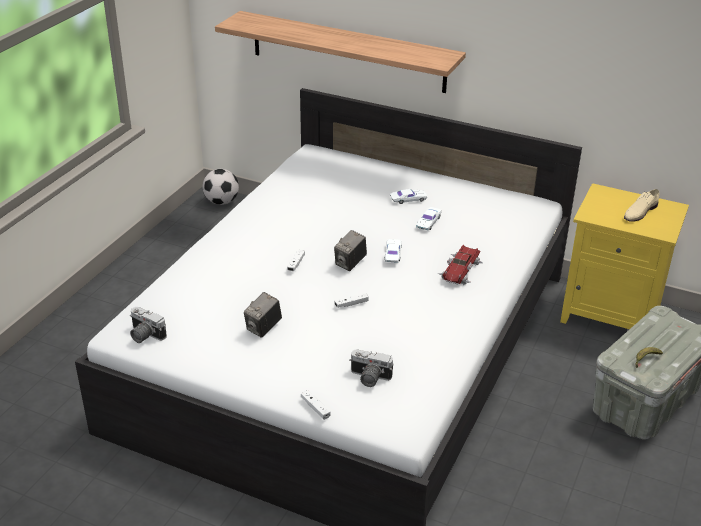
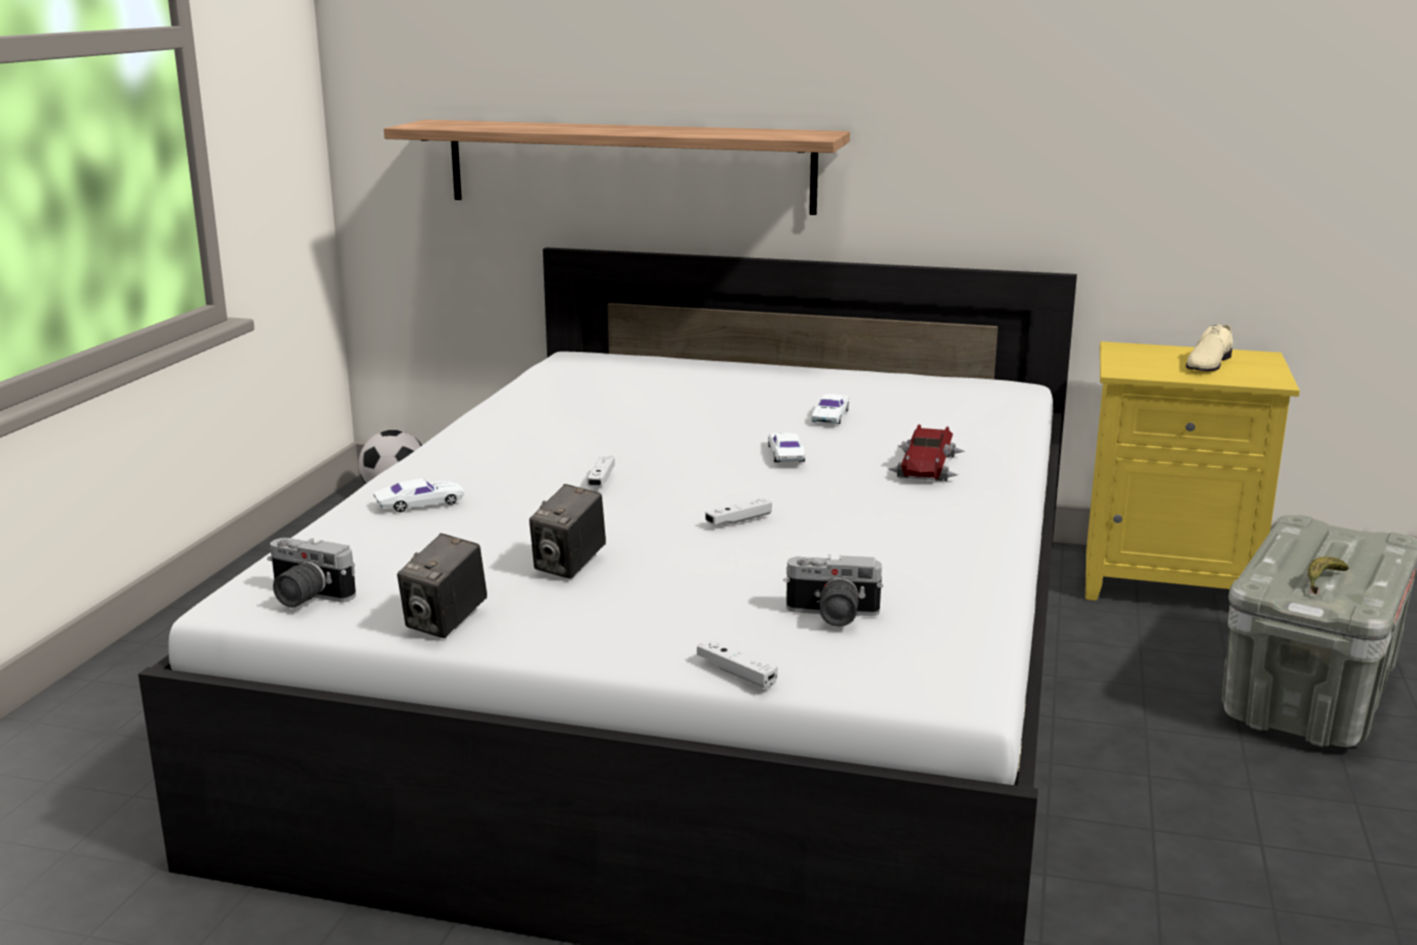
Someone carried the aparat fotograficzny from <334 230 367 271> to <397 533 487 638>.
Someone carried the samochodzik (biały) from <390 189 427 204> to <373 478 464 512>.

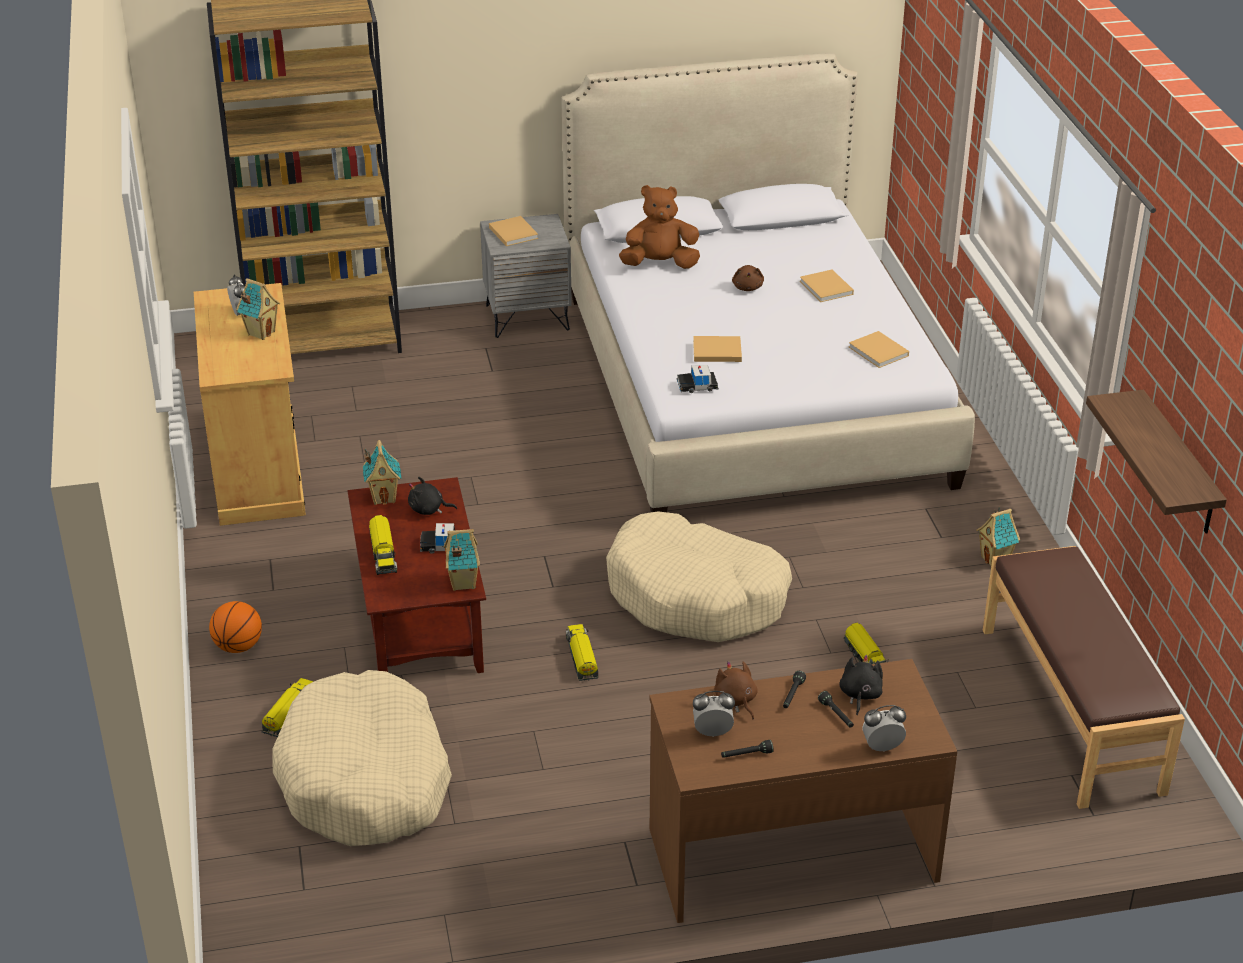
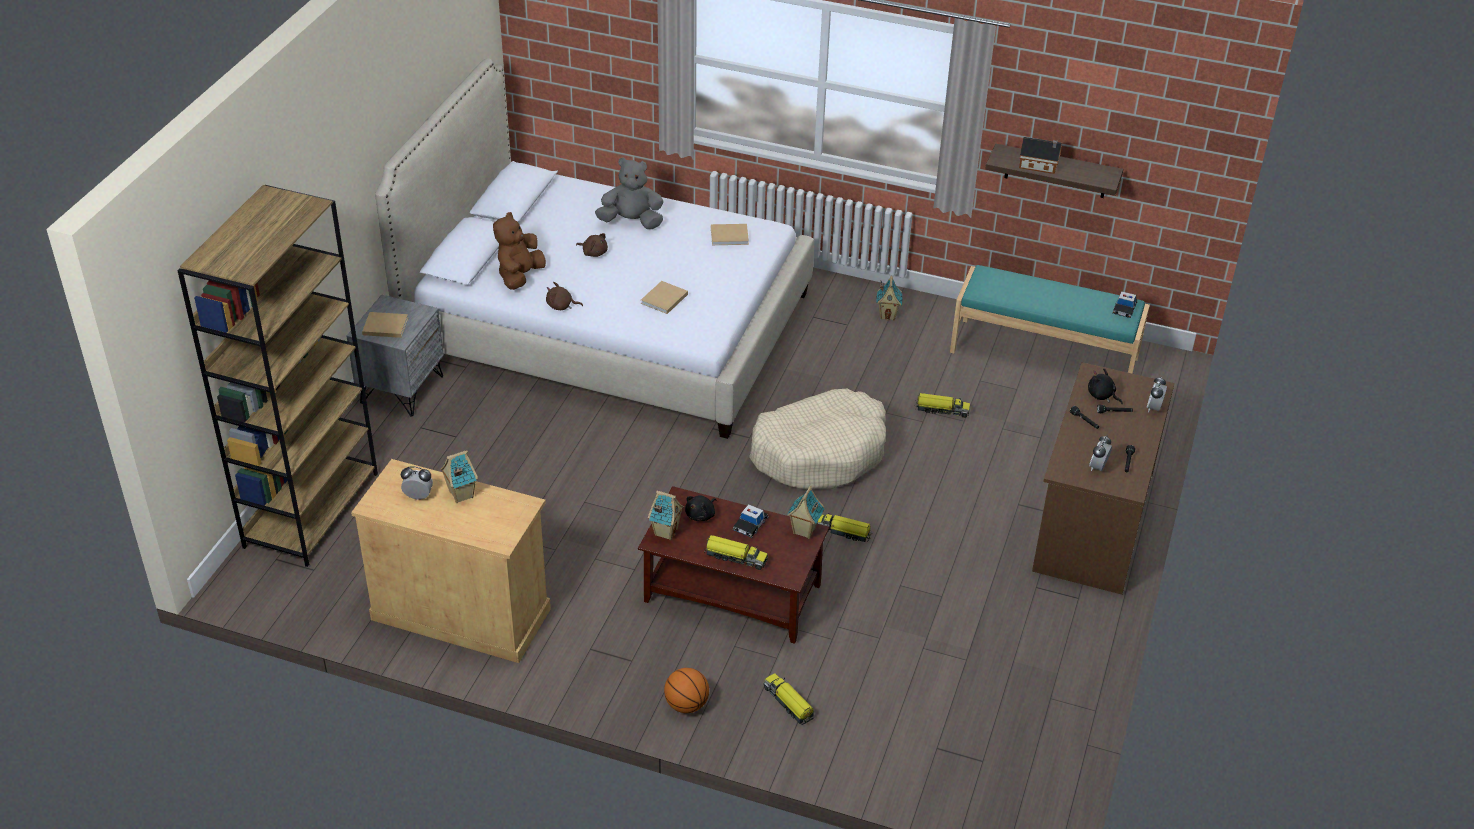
Someone took away the legowisko (beżowy) at <272 670 452 846>.
Someone carried the samochodzik from <677 365 719 393> to <1112 291 1138 318>.
Someone carried the pluszak (brązowy) from <714 661 758 719> to <546 282 583 310>.
Someone swapped the książka (beżowy) at <800 269 854 302> for the pluszak (szary) at <595 157 664 229>.
Someone repainted the ławka (brązowy) at <983 546 1185 809>, which became the ławka (turkusowy) at <950 265 1150 374>.
Someone put down the domek at <1019 137 1062 174>.

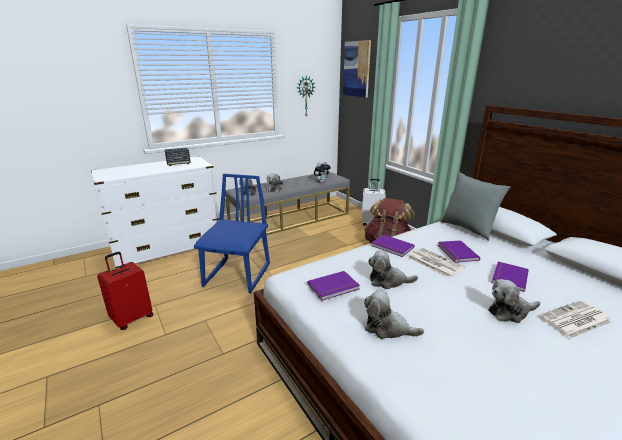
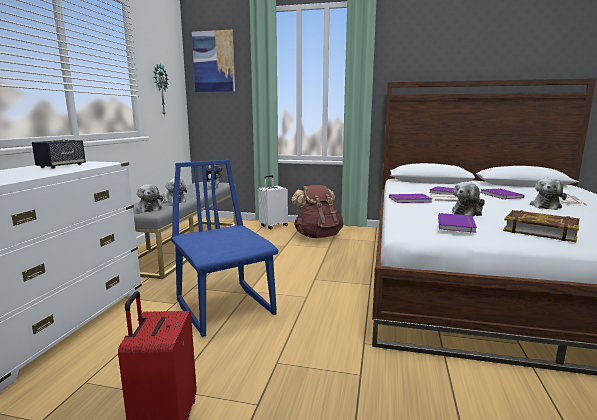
Someone swapped the pluszak at <364 290 424 339> for the książka at <503 210 580 242>.
Someone took away the poduszka (szary) at <441 172 510 241>.

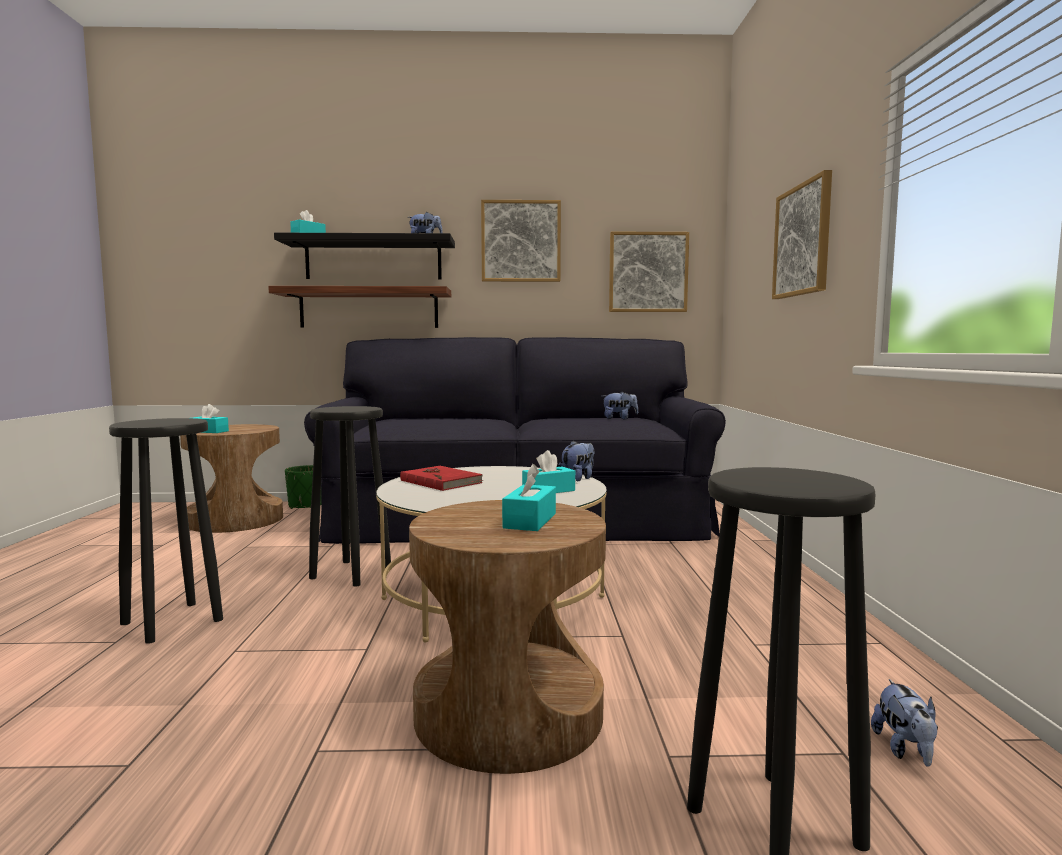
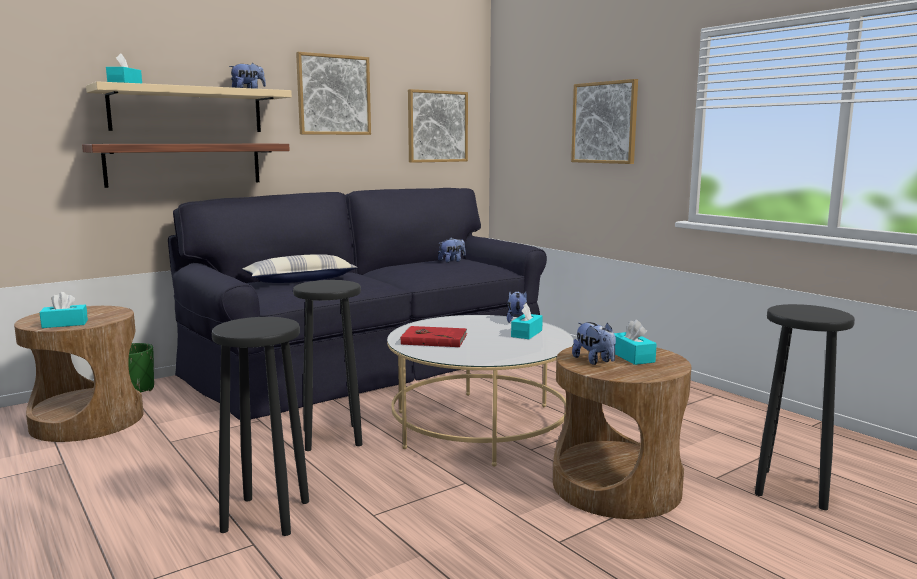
Someone repainted the półka (czarny) at <274 233 455 279>, which became the półka (beżowy) at <86 81 292 132>.
Someone carried the pluszak from <871 679 938 767> to <572 322 616 365>.
Someone put down the poduszka at <243 254 358 283>.

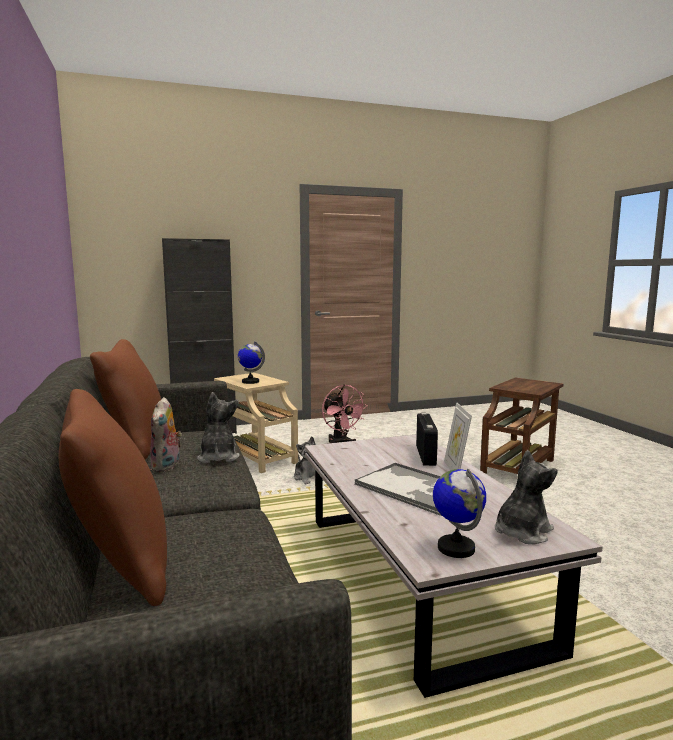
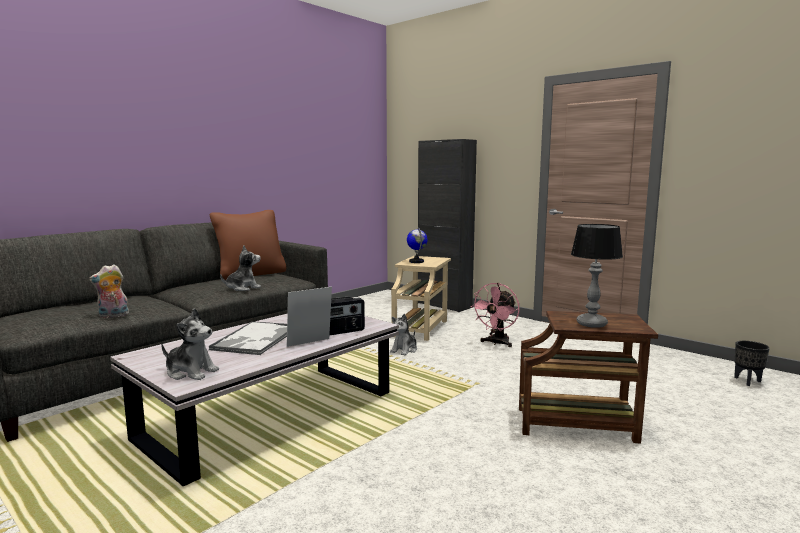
Someone took away the poduszka (brązowy) at <59 389 167 606>.
Someone carried the pluszak from <150 397 182 472> to <89 265 129 318>.
Someone took away the globus at <433 469 486 558>.
Someone put down the lampa stołowa at <571 224 623 328>.
Someone put down the donica (czarny) at <734 341 770 386>.

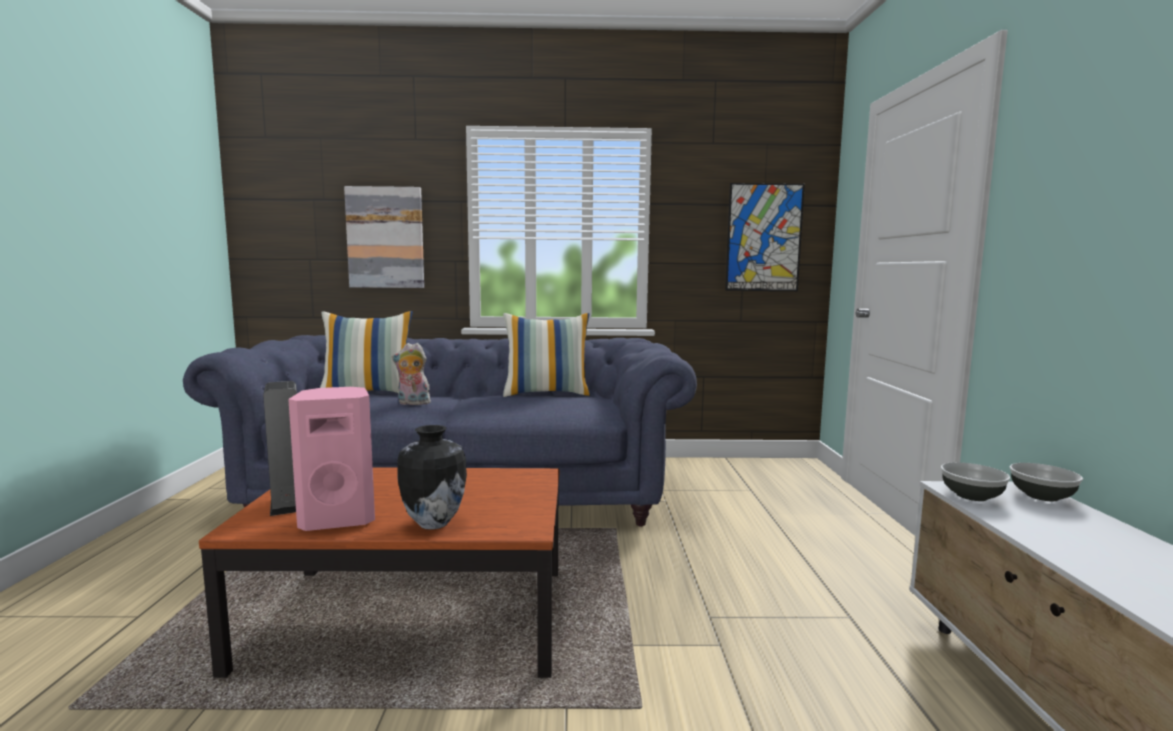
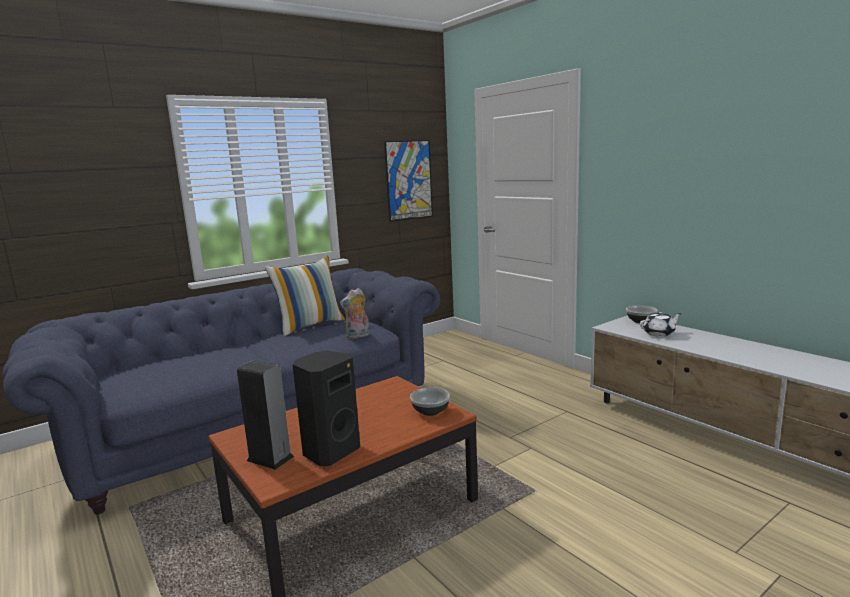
Someone repainted the głośnik (różowy) at <288 387 375 531>, which became the głośnik (czarny) at <292 351 360 466>.
Someone took away the poduszka at <320 311 413 393>.
Someone took away the obraz at <344 186 424 288>.
Someone carried the pluszak from <392 343 431 405> to <340 288 370 339>.
Someone took away the wazon at <397 425 467 530>.
Someone carried the miska from <941 462 1011 501> to <410 387 450 416>.
Someone put down the imbryk (biały) at <640 311 682 337>.

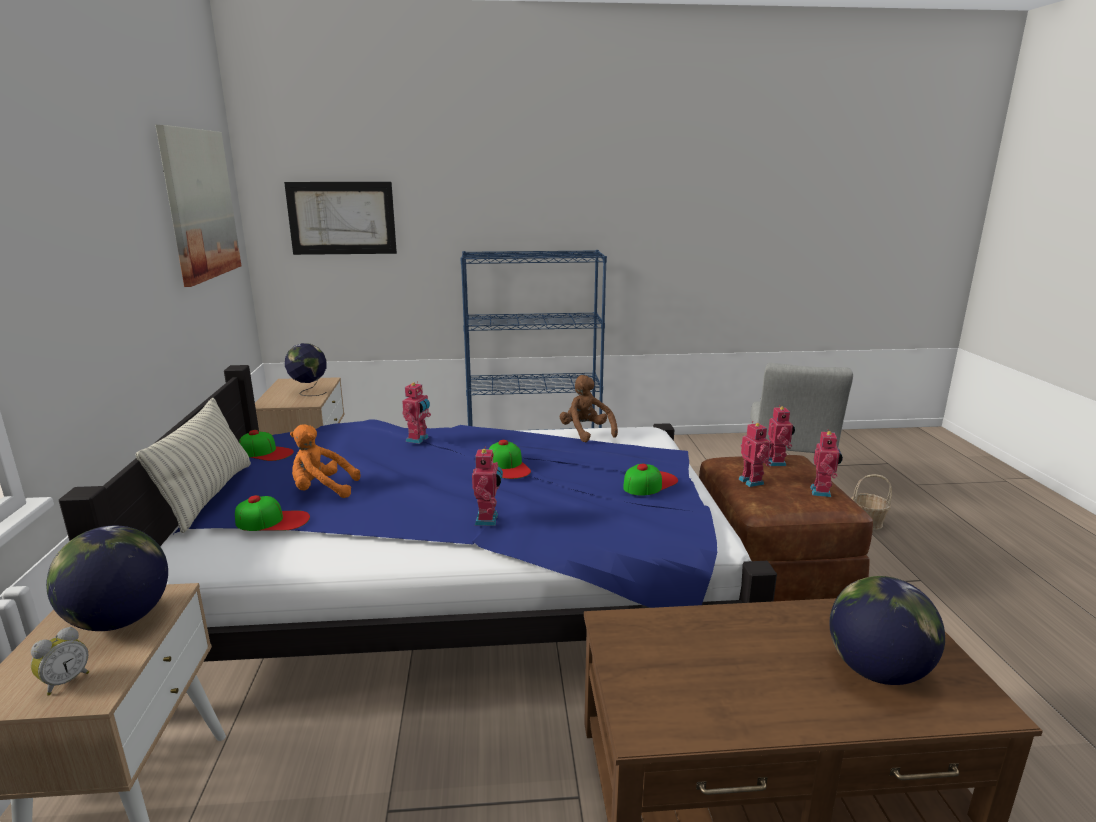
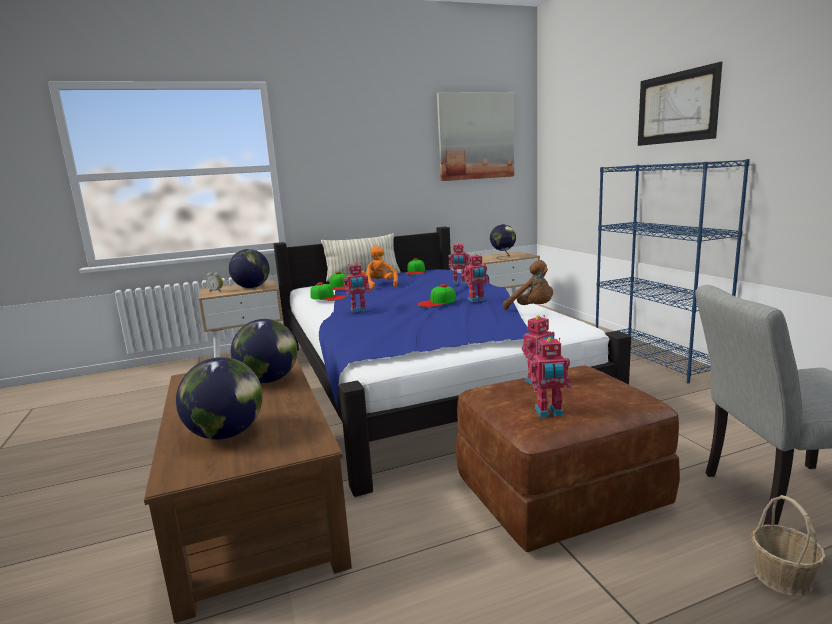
Someone carried the obraz from <284 182 397 255> to <638 62 722 146>.
Someone rotated the pluszak (brązowy) at <560 375 618 443> by 90 degrees clockwise.
Someone carried the czapka z daszkiem from <623 464 678 496> to <310 282 346 301>.
Someone carried the robot zabawkowy from <768 405 795 466> to <464 253 489 302>.
Someone put down the globus at <231 319 297 383>.

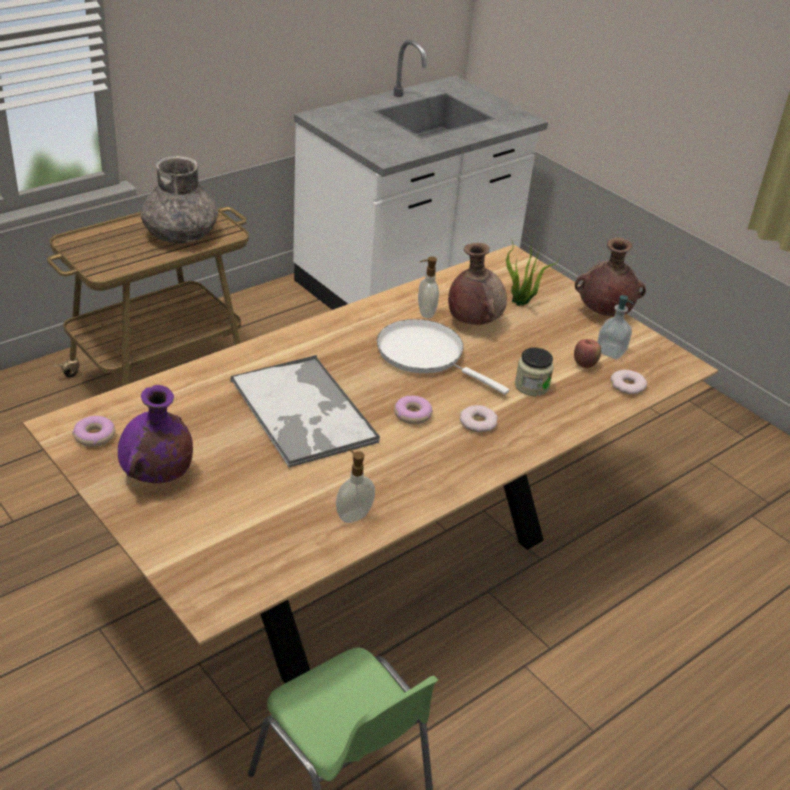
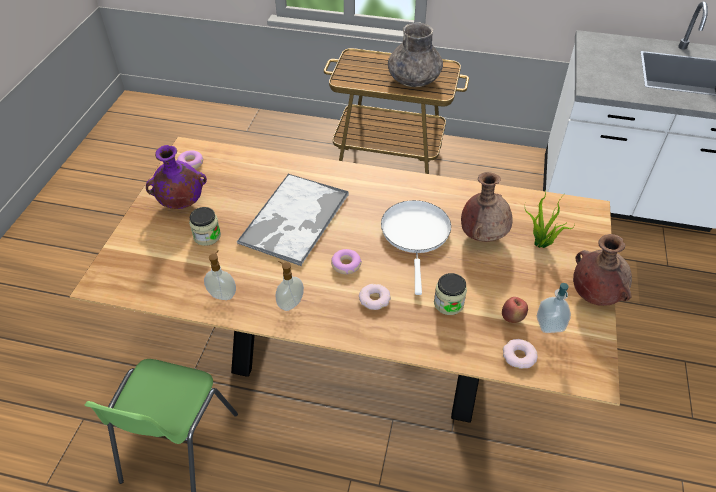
Someone carried the dozownik mydła from <418 257 439 318> to <276 261 304 311>.
Someone put down the słoik at <189 207 221 246>.

